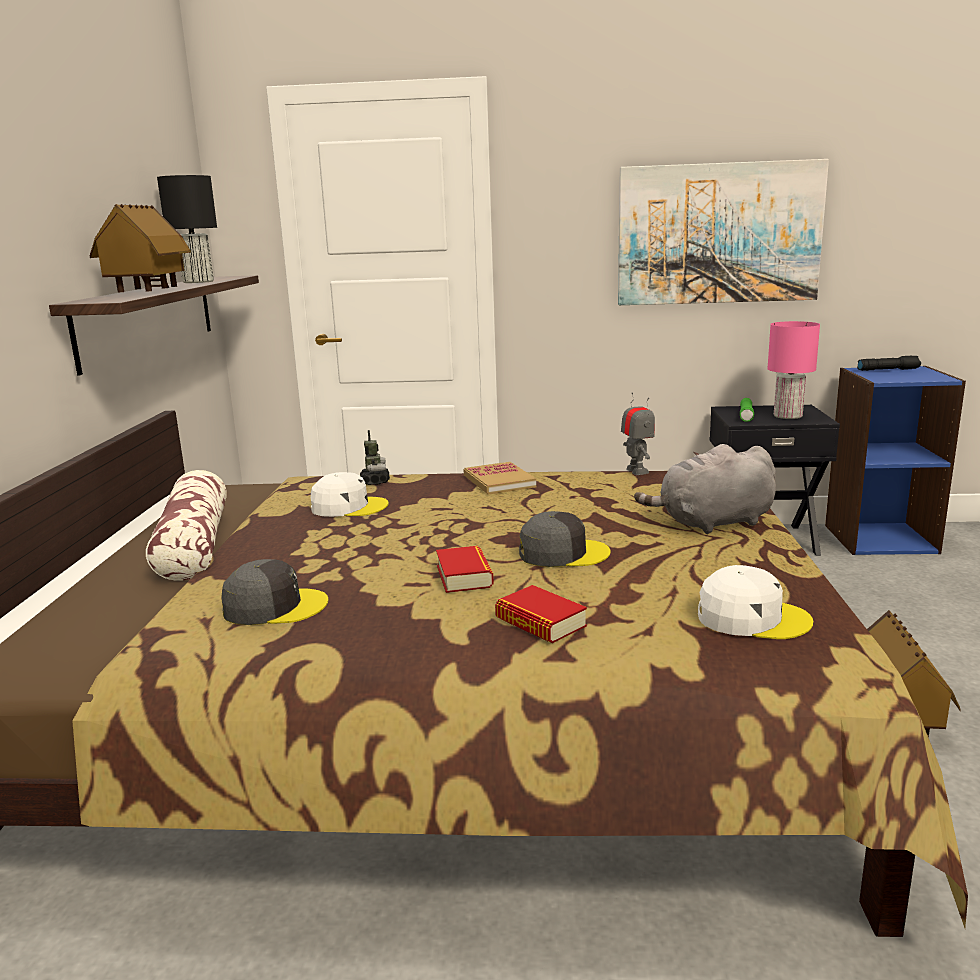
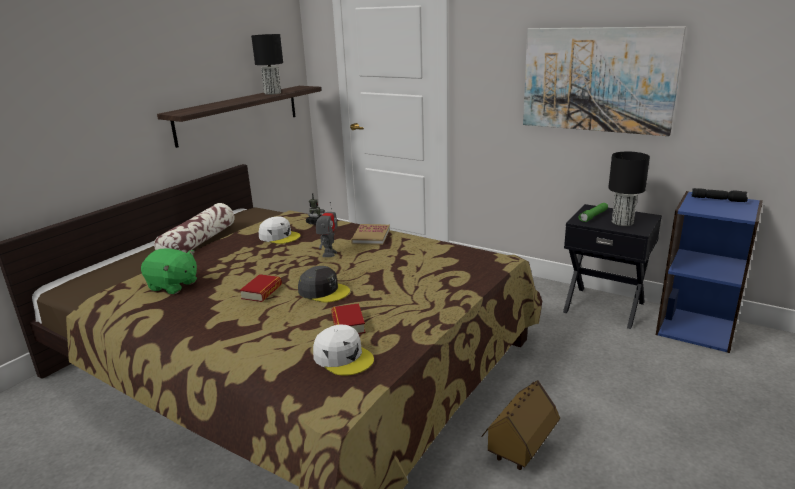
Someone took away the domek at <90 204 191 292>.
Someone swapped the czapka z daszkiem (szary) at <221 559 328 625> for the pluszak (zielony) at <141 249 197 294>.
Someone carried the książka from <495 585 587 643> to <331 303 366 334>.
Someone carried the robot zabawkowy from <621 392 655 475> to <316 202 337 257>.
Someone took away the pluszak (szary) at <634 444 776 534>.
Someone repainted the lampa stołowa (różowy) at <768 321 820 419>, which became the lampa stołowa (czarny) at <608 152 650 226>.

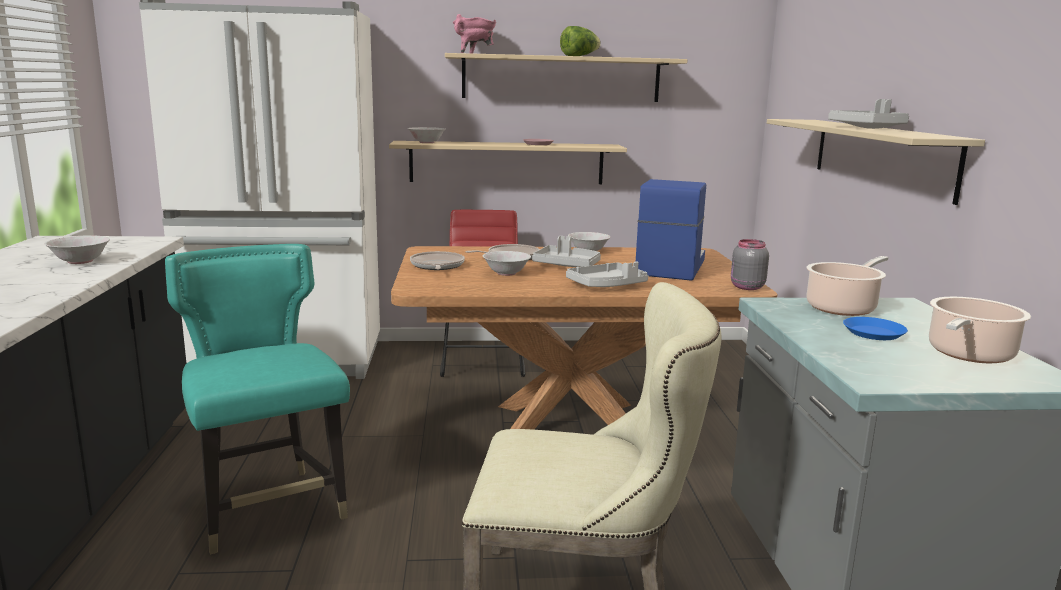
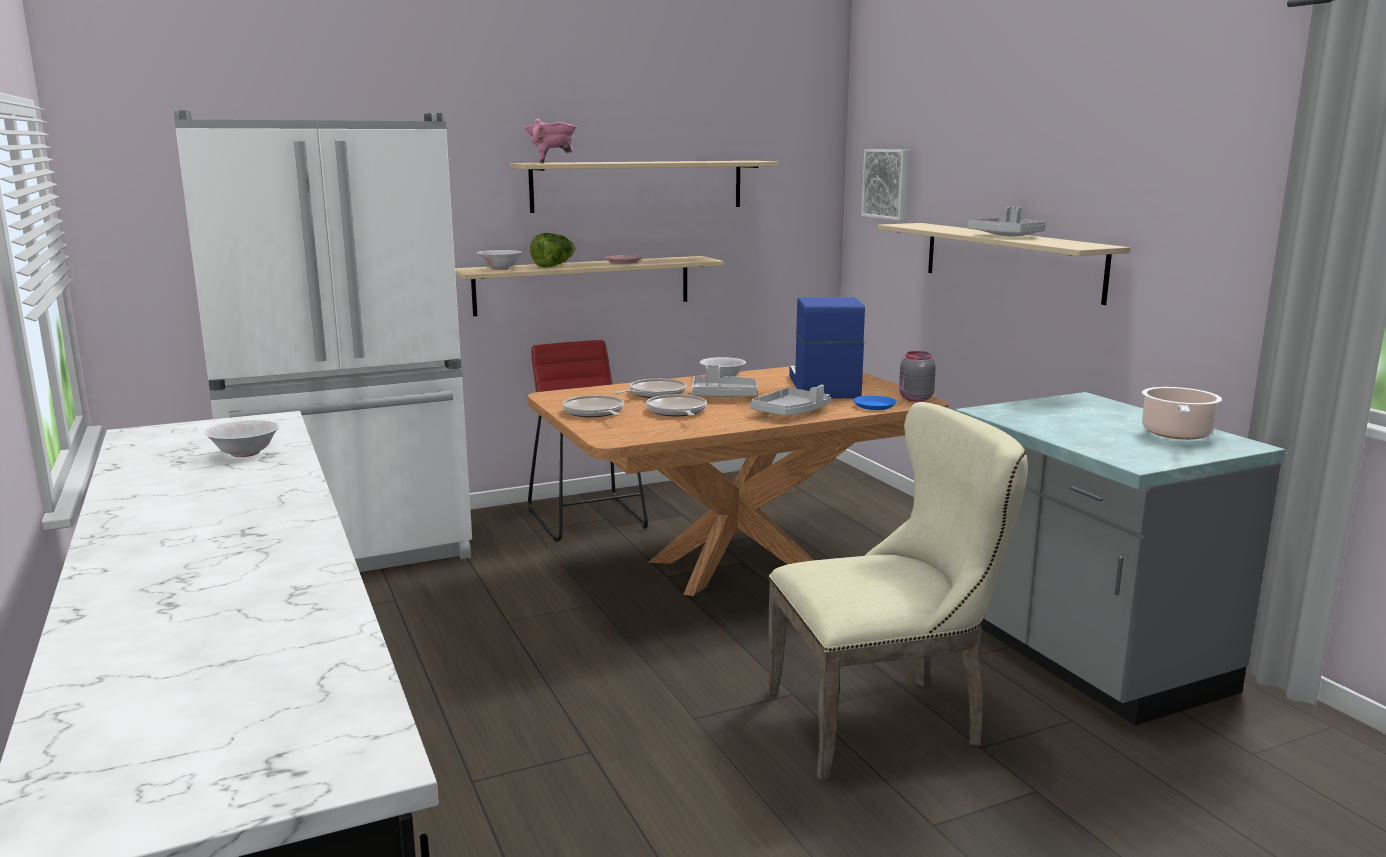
Someone took away the krzesło (turkusowy) at <165 244 350 555>.
Someone swapped the miska (biały) at <483 251 531 276> for the patelnia at <646 394 707 416>.
Someone carried the sałata from <560 26 601 56> to <530 233 575 267>.
Someone took away the garnek at <806 256 889 316>.
Someone carried the talerz (niebieski) from <843 317 908 340> to <853 395 897 410>.
Someone put up the obraz at <861 149 910 220>.

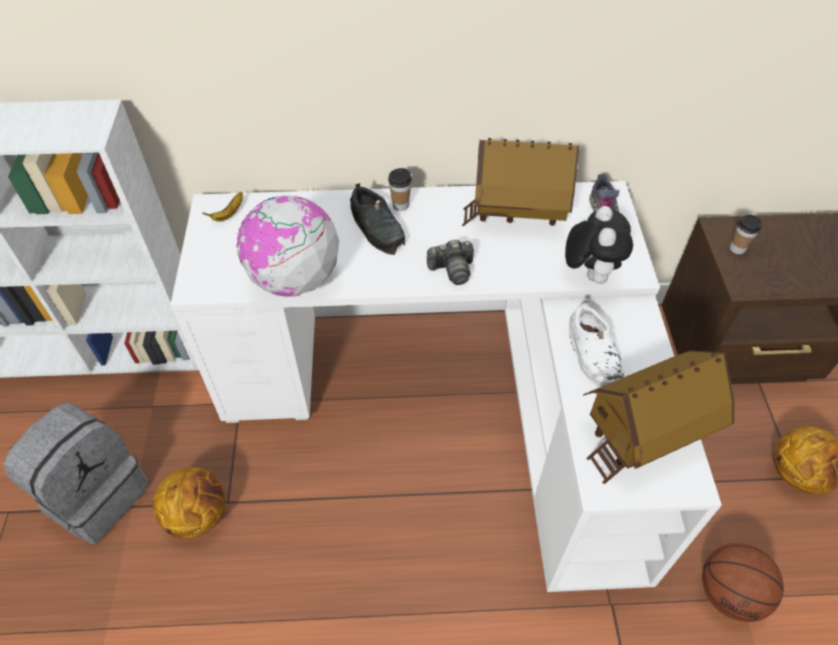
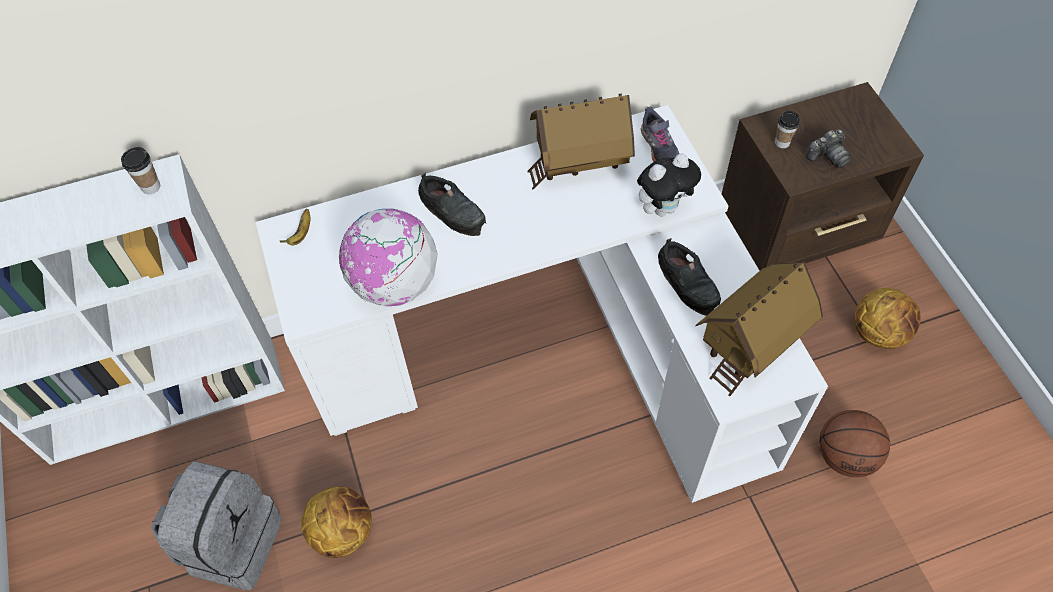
Someone carried the filiżanka from <388 168 412 211> to <121 147 160 194>.
Someone carried the aparat fotograficzny from <426 239 474 285> to <805 129 851 168>.
Someone rotated the pluszak at <565 206 633 284> by 75 degrees clockwise.
Someone repainted the but (biały) at <569 302 624 388>, which became the but (czarny) at <658 238 721 316>.

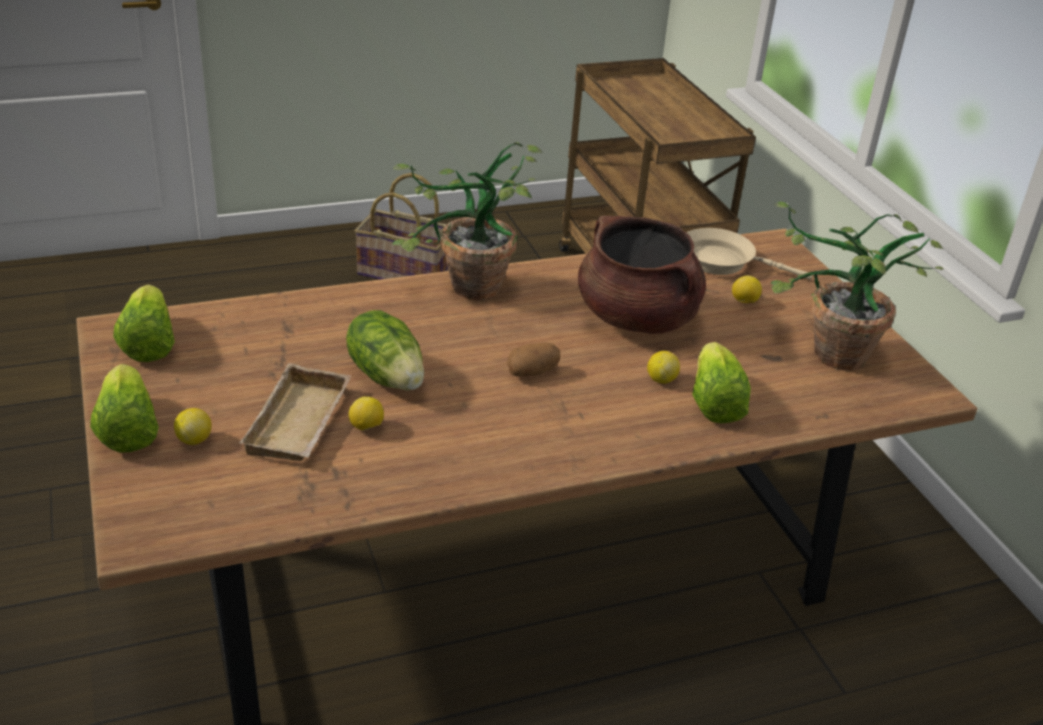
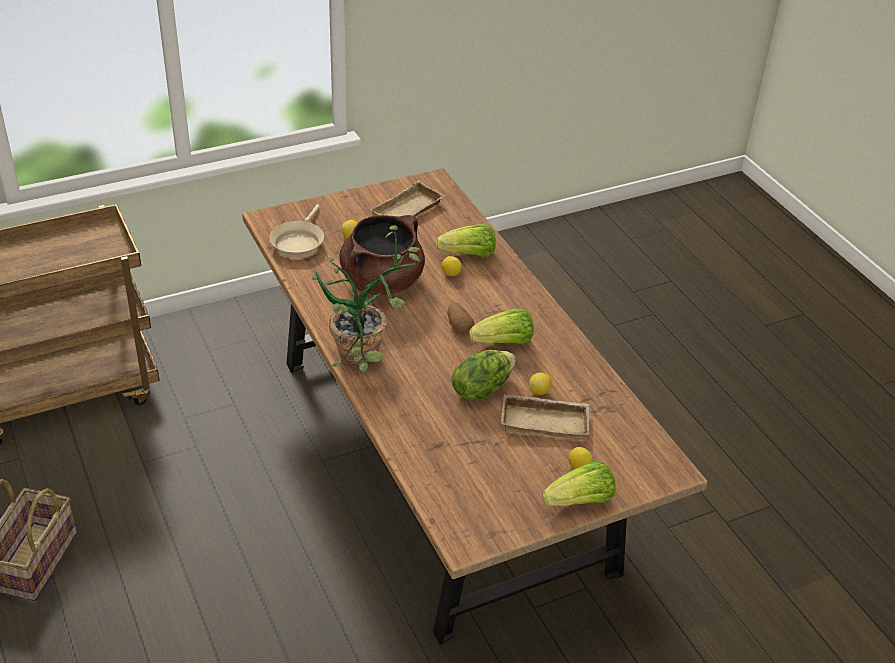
Someone carried the sałata from <113 284 175 362> to <469 308 534 344>.
Someone swapped the roślina doniczkowa at <771 202 944 371> for the taca (beżowy) at <370 180 445 217>.

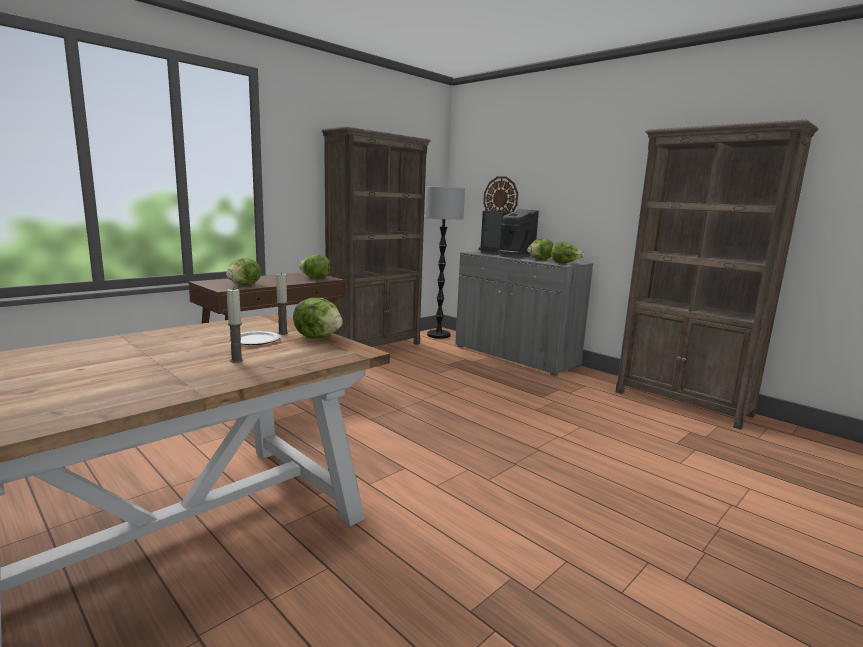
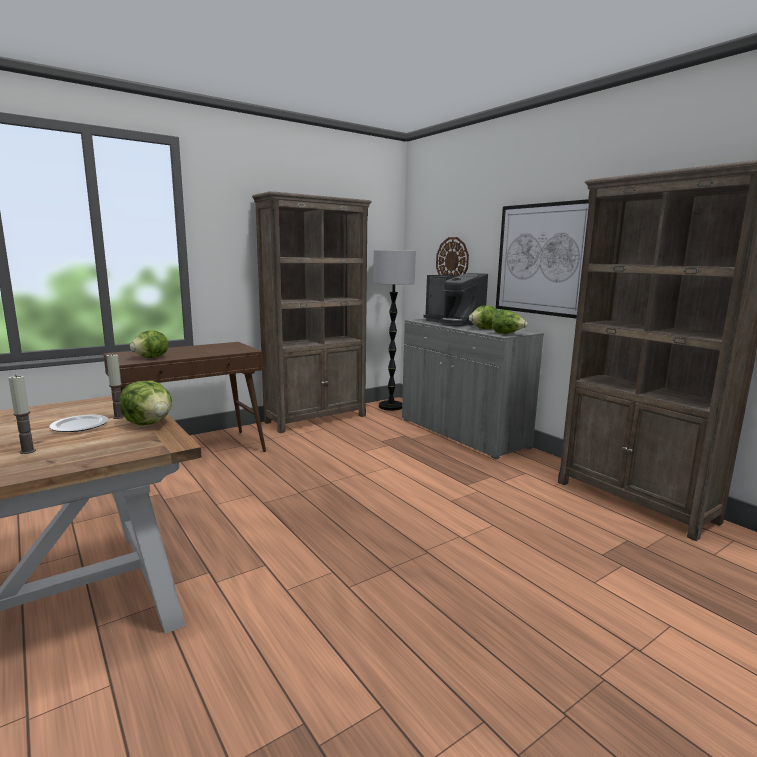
Someone took away the sałata at <299 254 331 279>.
Someone put up the obraz at <496 199 589 318>.

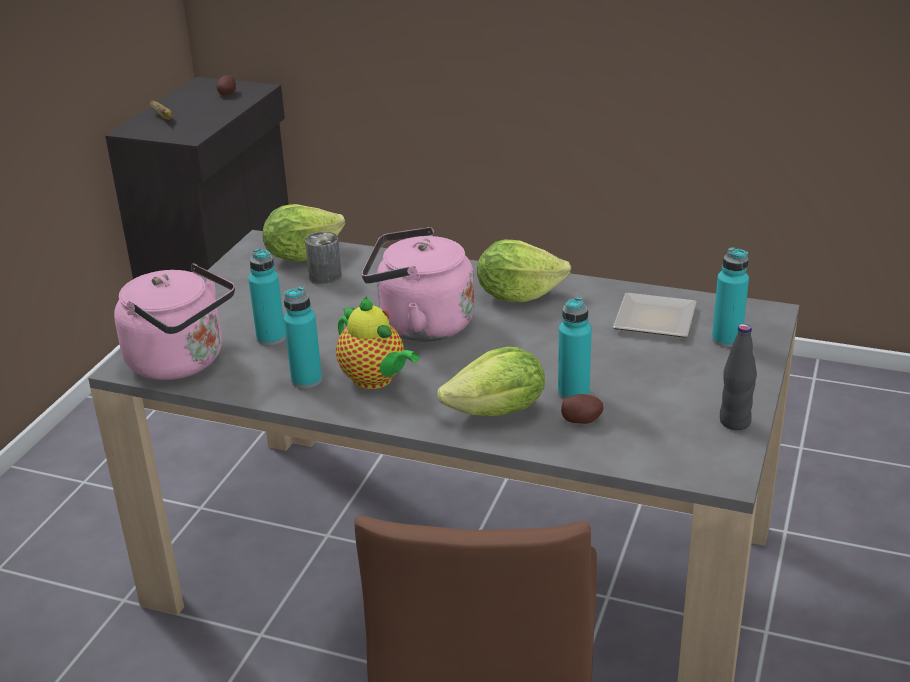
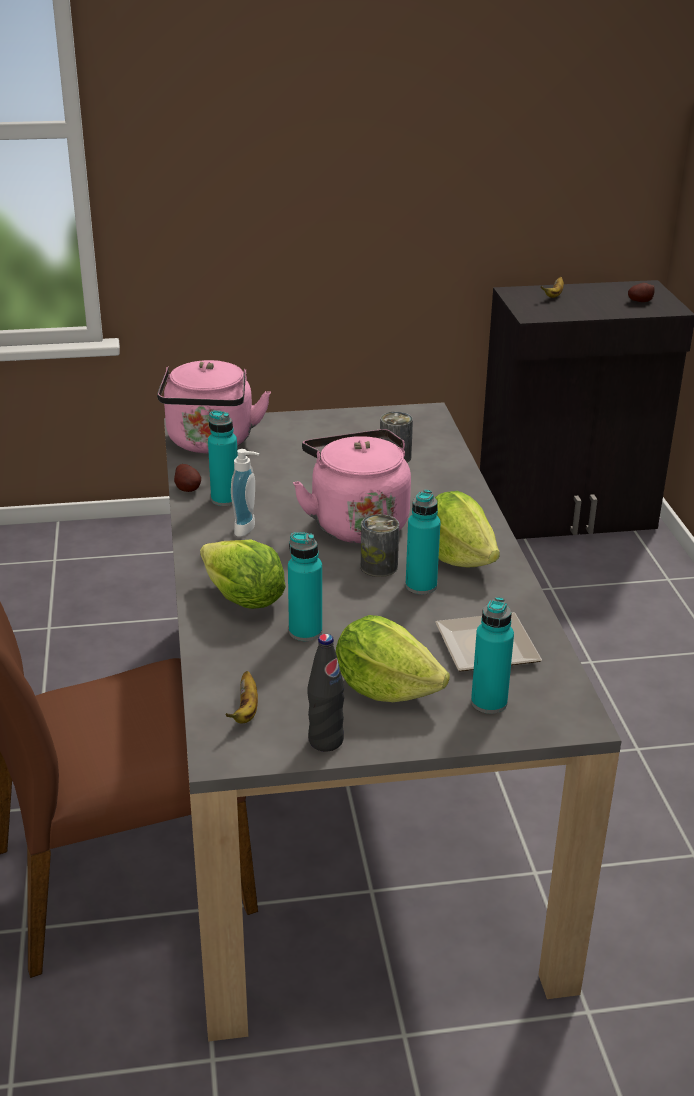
Someone carried the butelka (turkusowy) from <248 248 286 345> to <405 490 441 594>.
Someone carried the sałata from <263 204 345 261> to <336 615 450 702>.
Someone swapped the imbryk at <336 296 420 389> for the dozownik mydła at <231 449 260 537>.
Someone carried the ziemniak from <561 394 603 424> to <174 464 201 492>.
Someone put down the banan at <225 671 258 724>.
Someone put down the puszka at <361 514 399 577>.

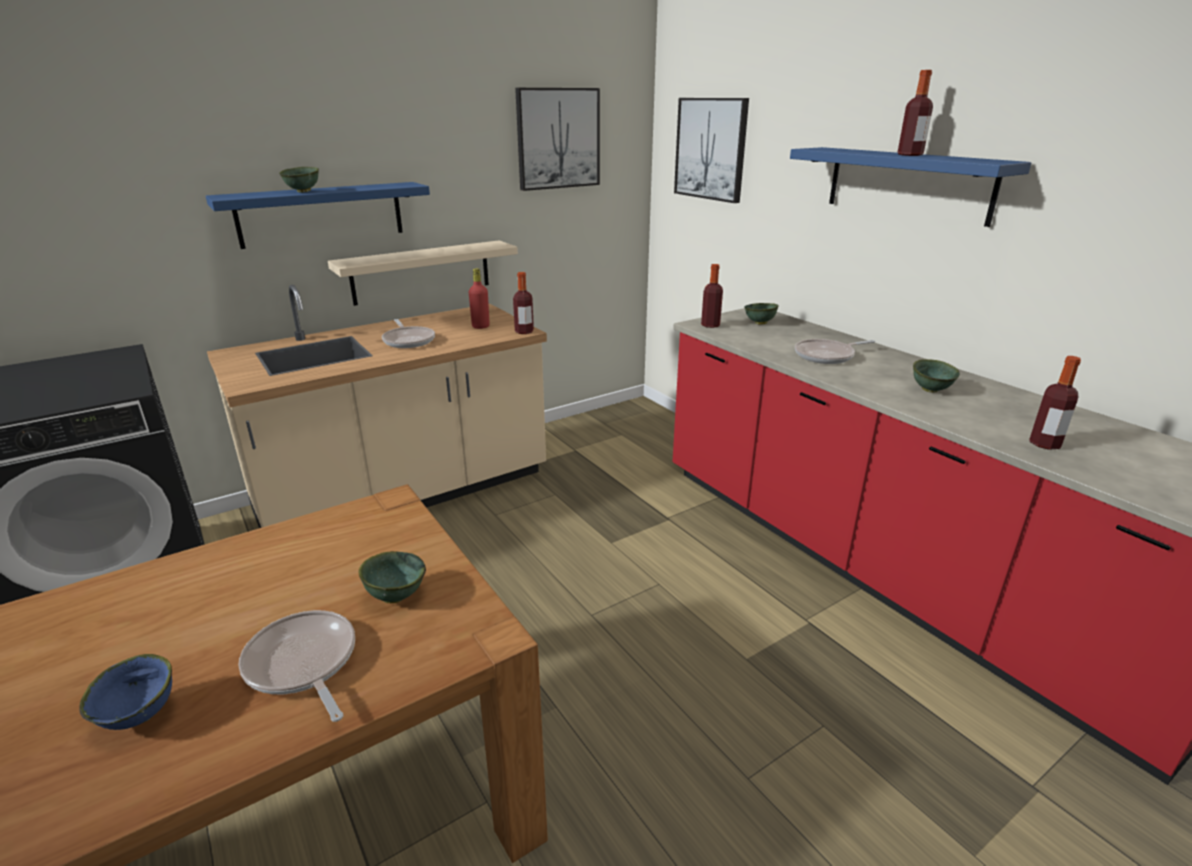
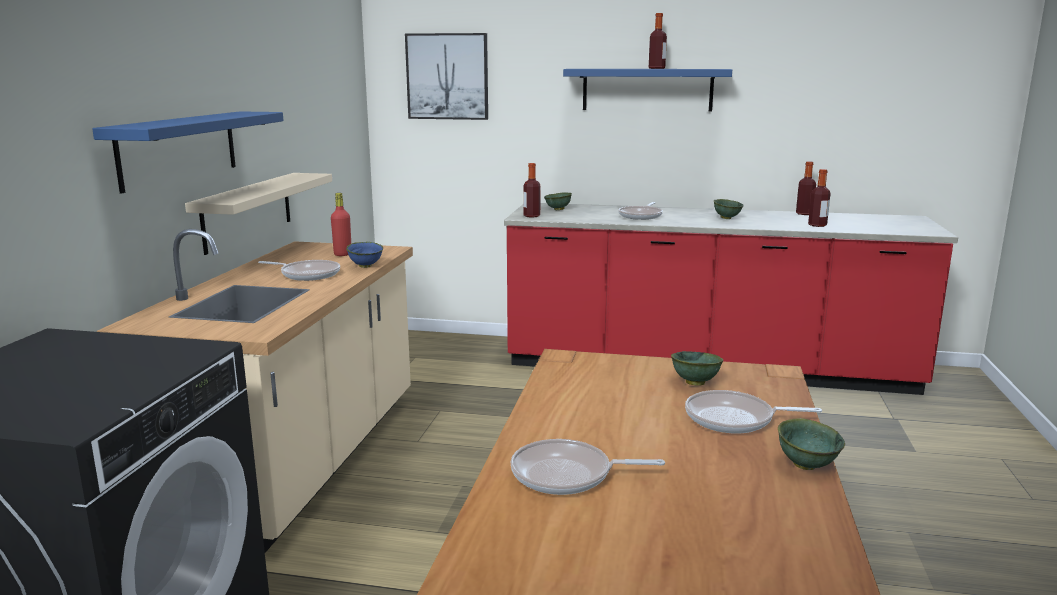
Someone carried the miska (niebieski) from <79 654 172 730> to <346 242 383 268>.
Someone carried the miska (zielony) from <279 167 319 192> to <778 418 845 470>.
Someone carried the butelka from <513 272 534 334> to <796 161 816 215>.
Someone took away the obraz at <515 88 600 191>.
Someone put down the patelnia at <511 439 665 495>.

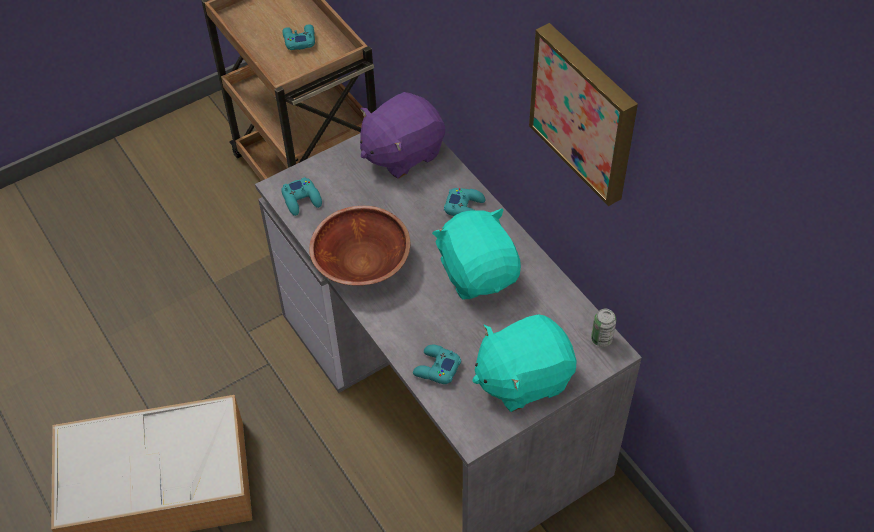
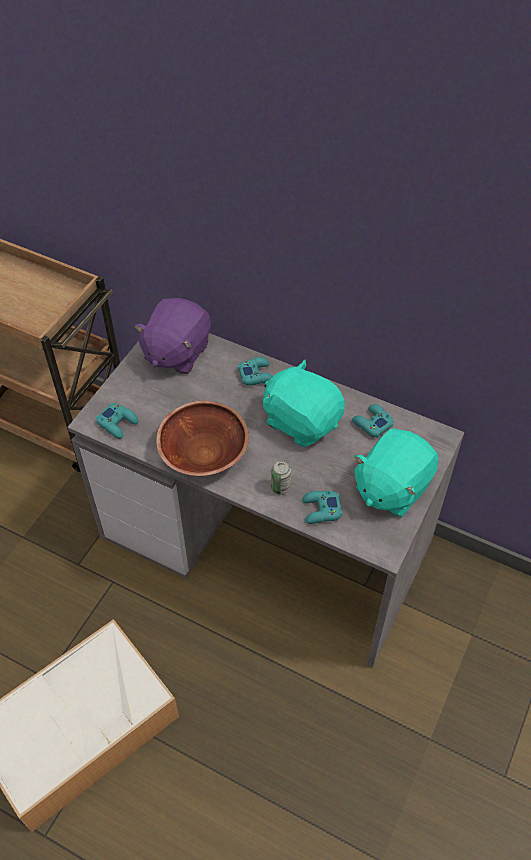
Someone carried the pad do gier (turkusowy) from <282 24 315 50> to <352 404 394 437>.
Someone took away the obraz at <529 23 638 206>.
Someone carried the puszka from <591 309 616 347> to <271 461 291 495>.

